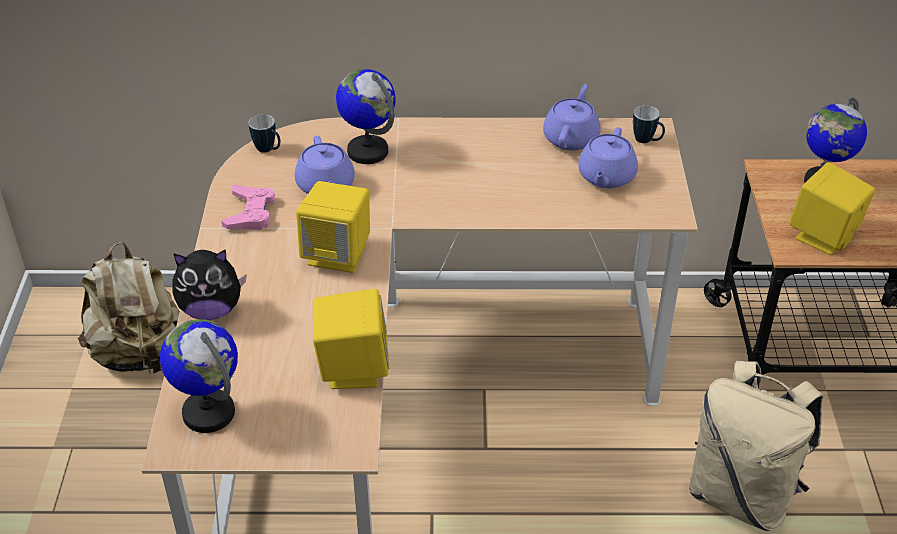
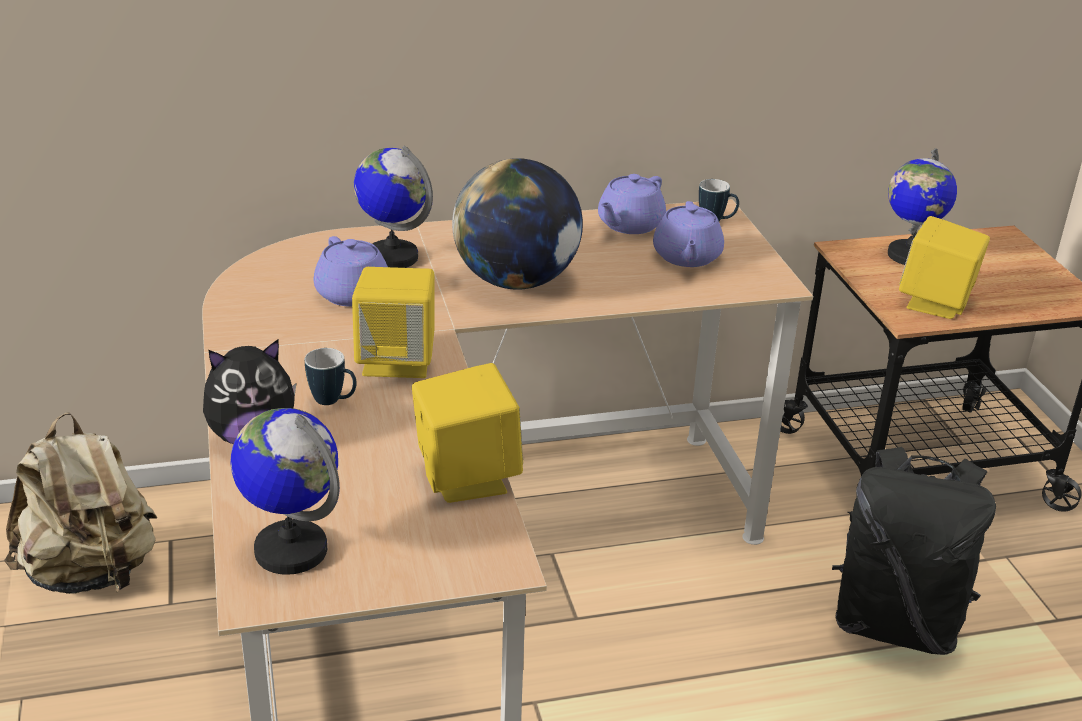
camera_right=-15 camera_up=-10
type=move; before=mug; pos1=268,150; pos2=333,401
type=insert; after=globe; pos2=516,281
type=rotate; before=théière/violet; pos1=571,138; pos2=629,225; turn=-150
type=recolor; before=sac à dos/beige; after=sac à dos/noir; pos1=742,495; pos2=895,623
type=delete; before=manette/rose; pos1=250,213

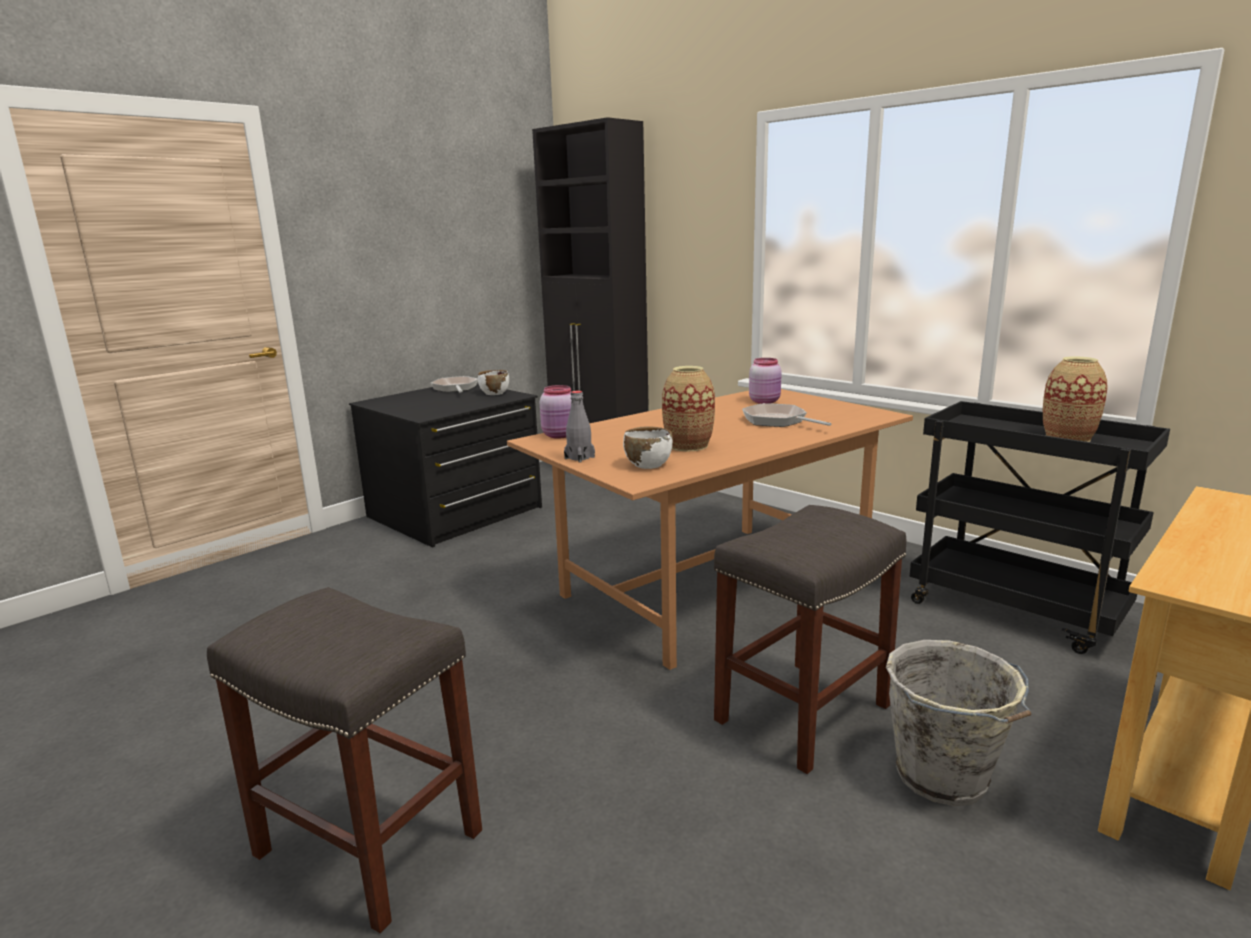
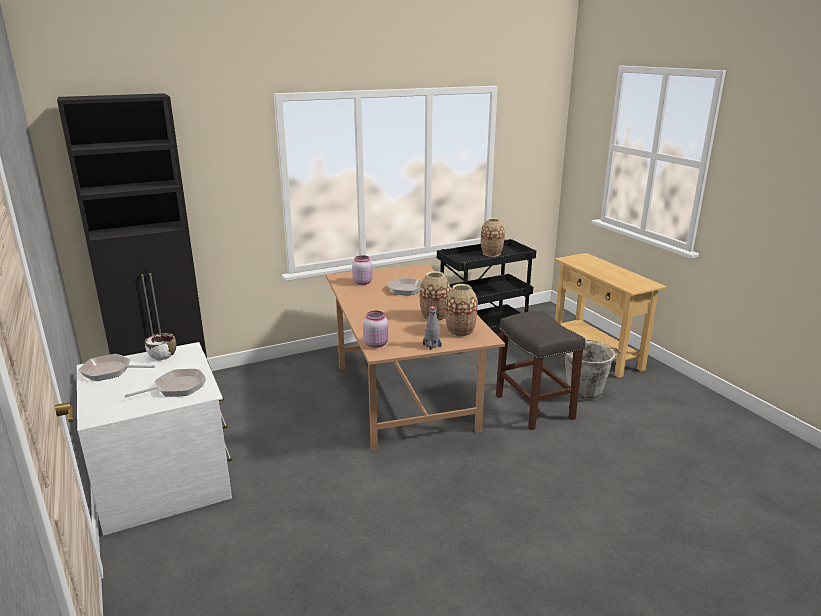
camera_right=-70 camera_up=5
type=recolor; before=commode/noir; after=commode/blanc; pos1=456,513; pos2=165,477
type=insert; after=poêle; pos2=176,387
type=replace; before=bol/blanc; after=vase; pos1=647,464; pos2=460,331
type=delete; before=tabouret/gris; pos1=366,843

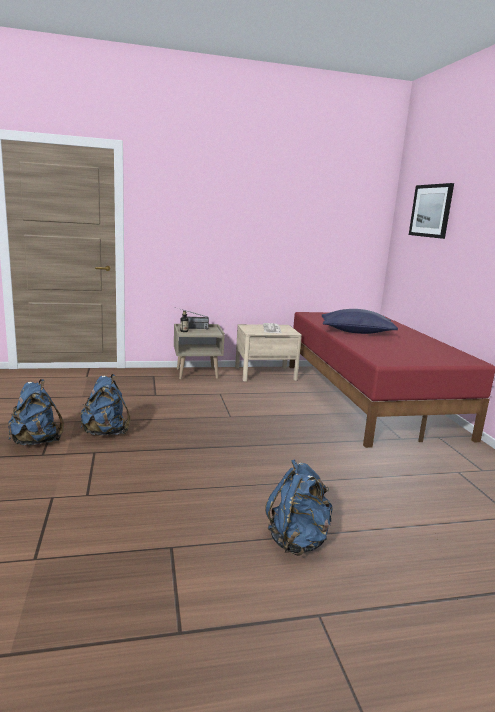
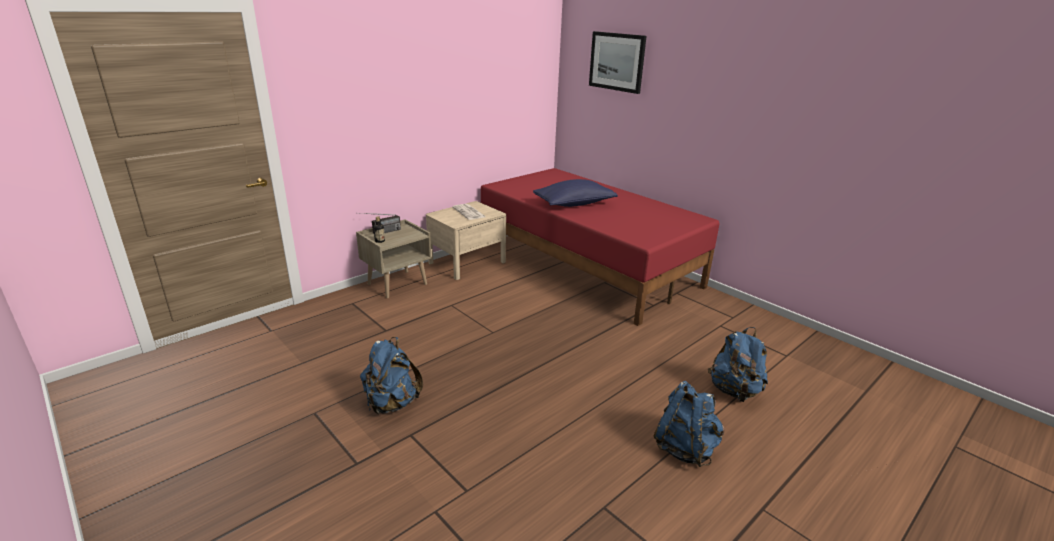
camera_right=-30 camera_up=10
type=move; before=sac à dos/bleu; pos1=36,441; pos2=734,391

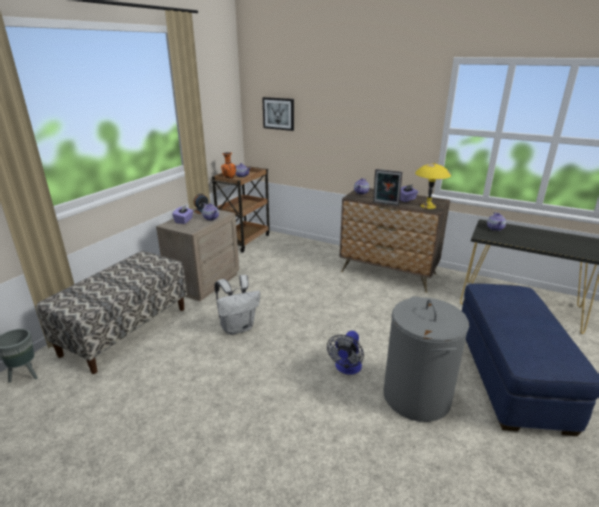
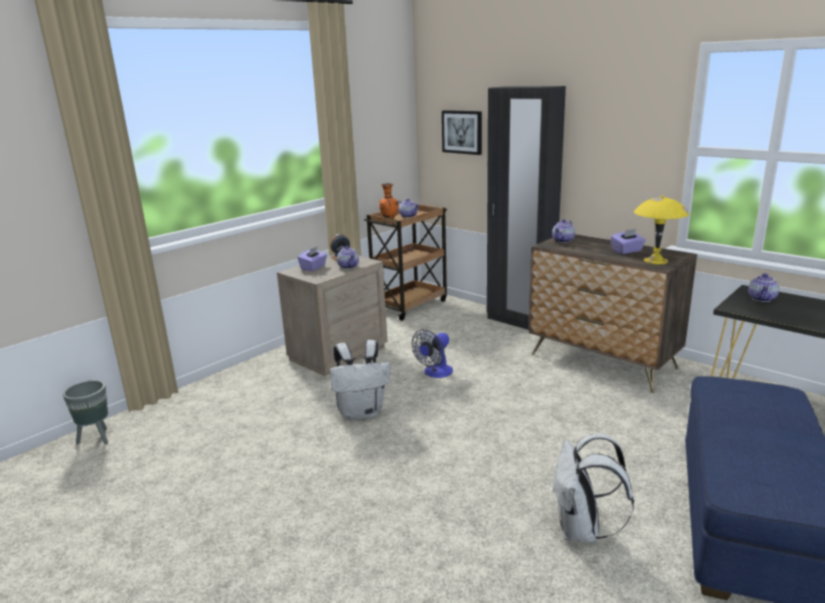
camera_right=15 camera_up=-5
type=move; before=ventilateur; pos1=347,368; pos2=435,373
type=insert; after=armoire/noir; pos2=519,322
type=replace; before=panier à linge/gris; after=sac à dos/blanc; pos1=417,397; pos2=582,530
type=delete; before=banc; pos1=126,330
type=delete; before=cadre photo; pos1=385,204

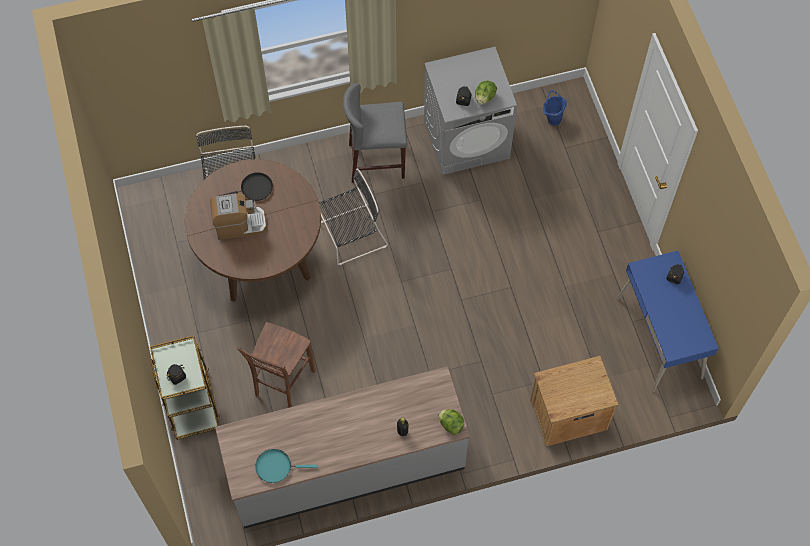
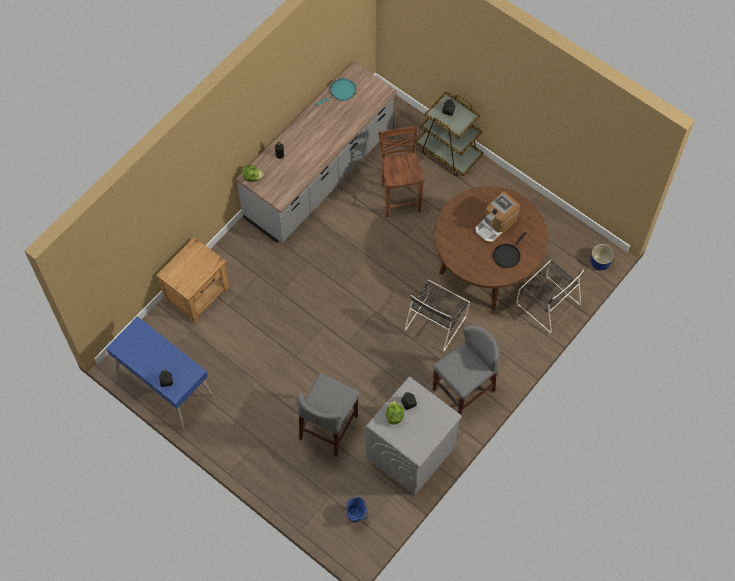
camera_right=145 camera_up=0
type=insert; after=tabouret/gris; pos2=329,427
type=insert; after=cache-pot/bleu; pos2=600,263

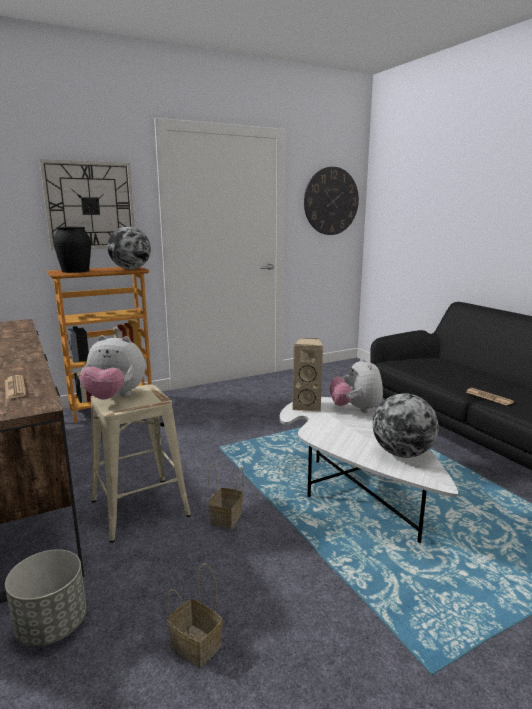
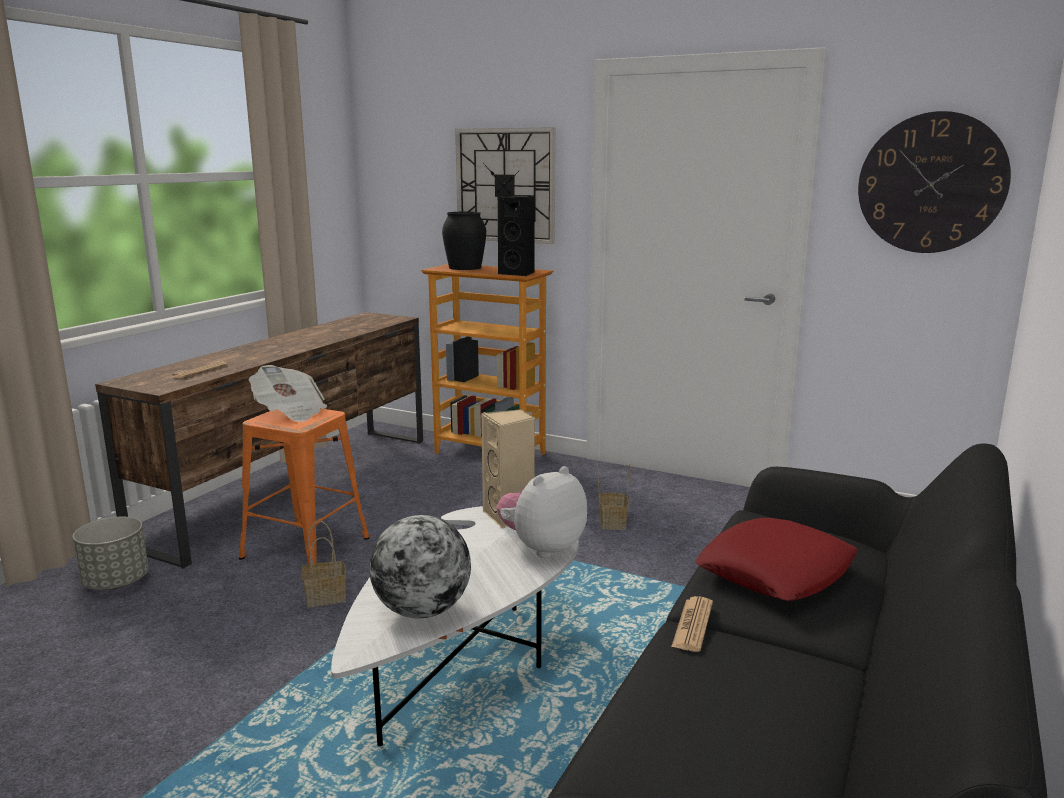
camera_right=55 camera_up=0
type=recolor; before=tabouret/beige; after=tabouret/orange; pos1=139,507; pos2=306,547
type=replace; before=peluche; after=journal; pos1=115,397; pos2=290,412
type=replace; before=globe; after=enceinte/noir; pos1=131,269; pos2=518,273
type=move; before=panier; pos1=194,645; pos2=612,522
type=insert; after=coussin/rouge; pos2=775,571

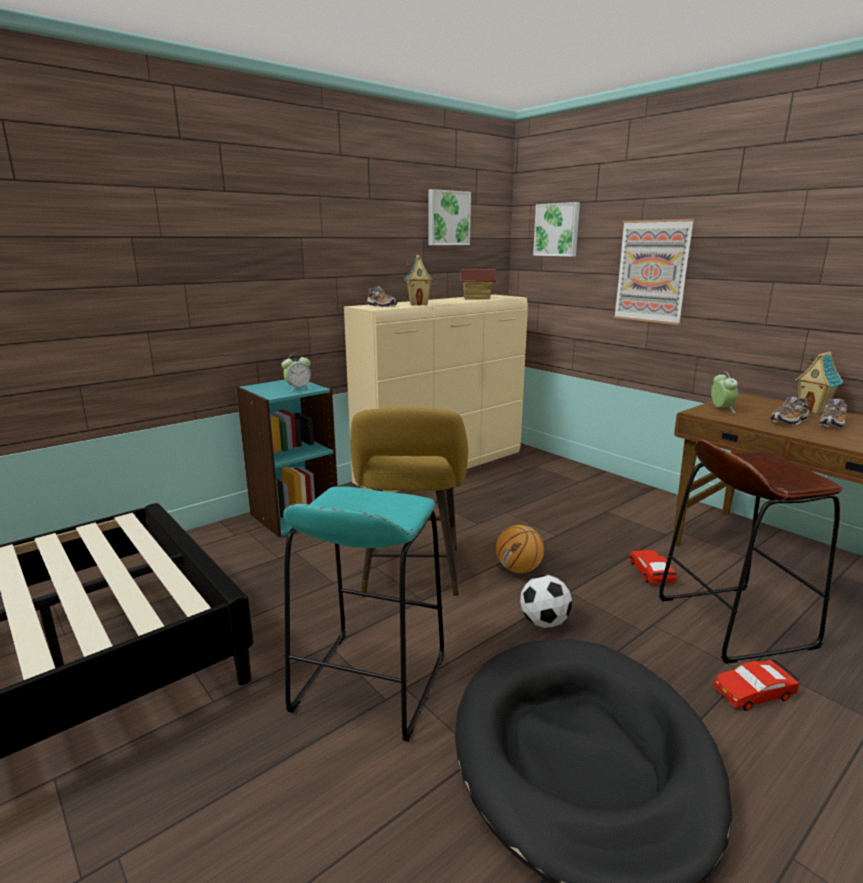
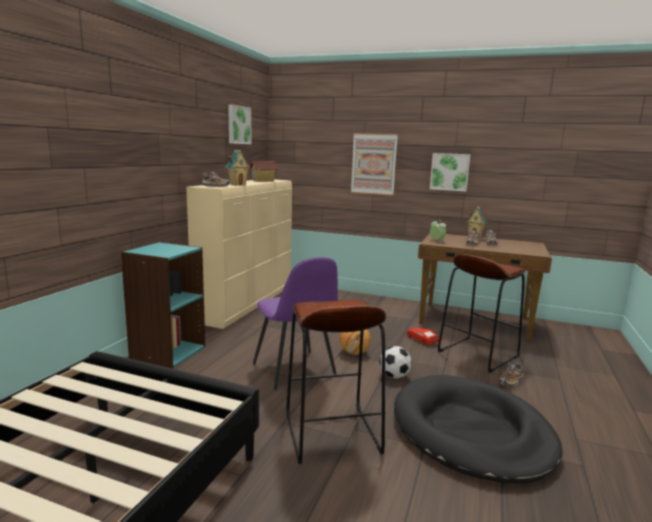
camera_right=-30 camera_up=-5
type=replace; before=tabouret/jaune; after=chaise/violet; pos1=411,576; pos2=294,370
type=recolor; before=tabouret/turquoise; after=tabouret/marron; pos1=369,683; pos2=331,433
type=move; before=tableau; pos1=557,230; pos2=449,172
type=replace; before=petite voiture/rouge; after=chaussure; pos1=753,692; pos2=511,381
type=delete; before=réveil; pos1=298,389

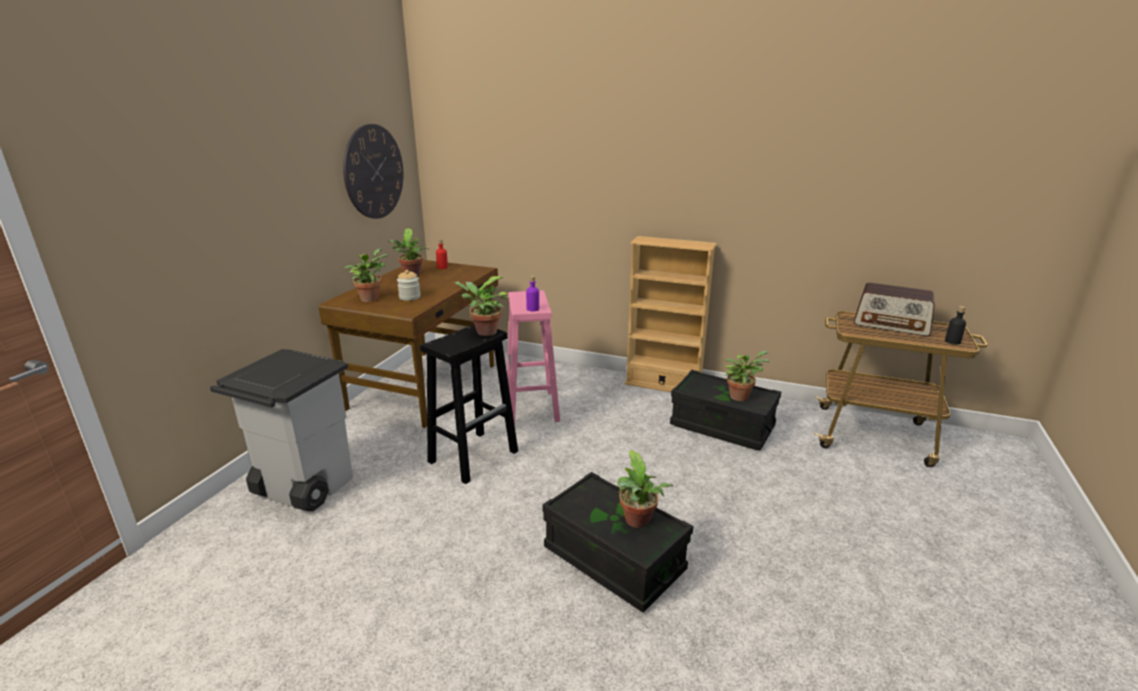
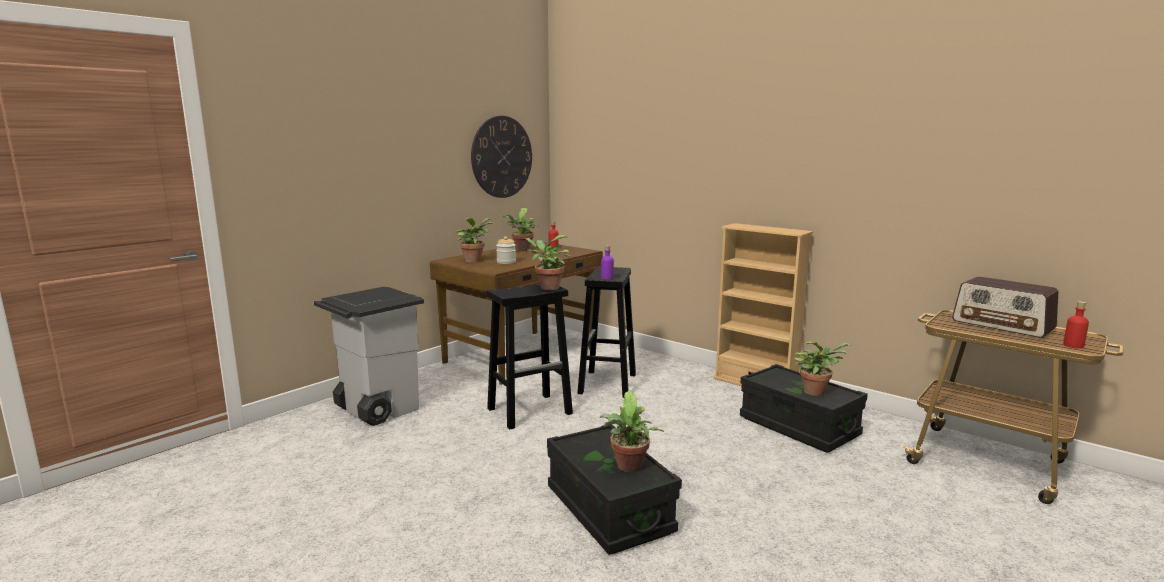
camera_right=20 camera_up=-10
type=recolor; before=tabouret/rose; after=tabouret/noir; pos1=532,408; pos2=607,384
type=recolor; before=bouteille/noir; after=bouteille/rouge; pos1=952,341; pos2=1073,345

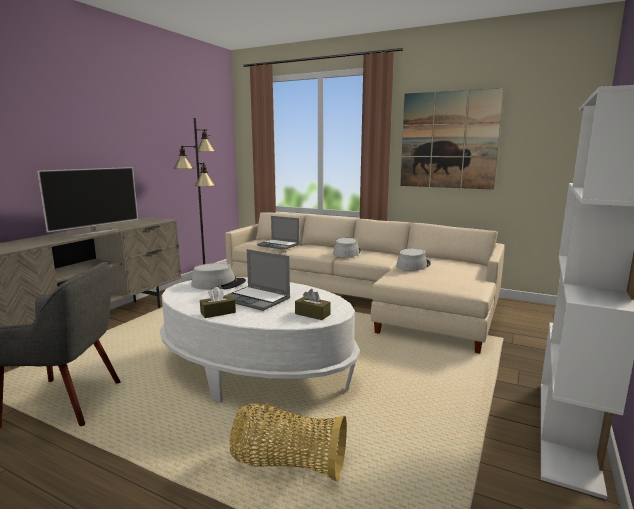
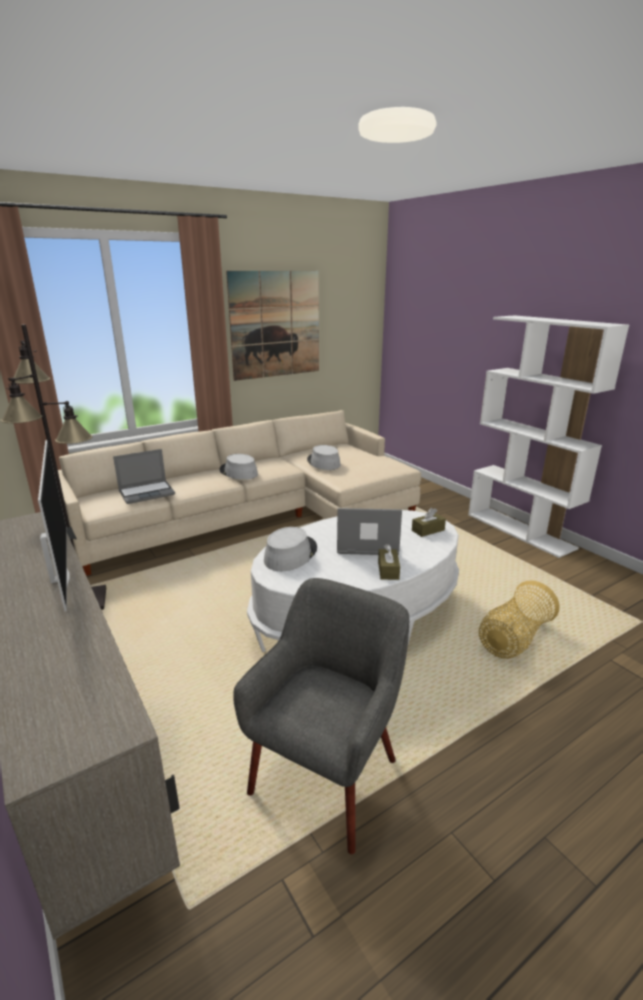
camera_right=-60 camera_up=10
type=rotate; before=ordinateur portable; pos1=257,299; pos2=366,544; turn=-150

